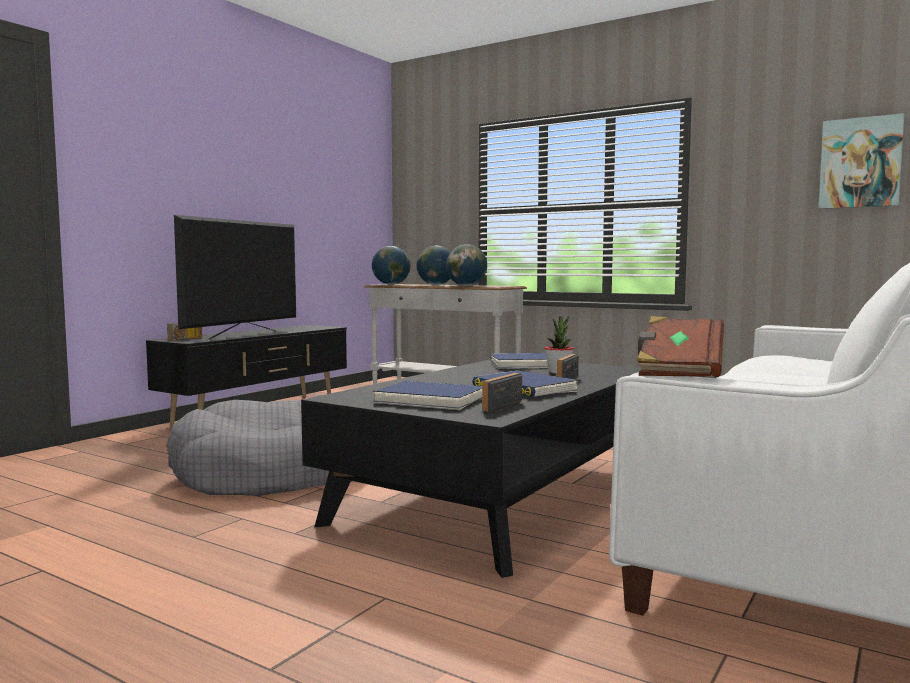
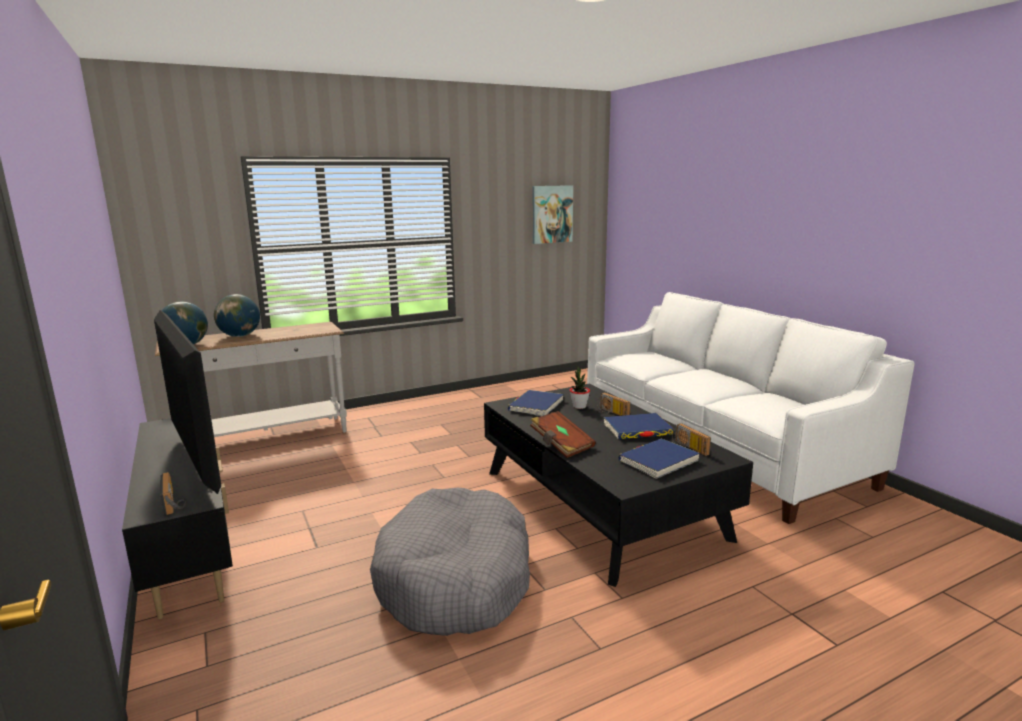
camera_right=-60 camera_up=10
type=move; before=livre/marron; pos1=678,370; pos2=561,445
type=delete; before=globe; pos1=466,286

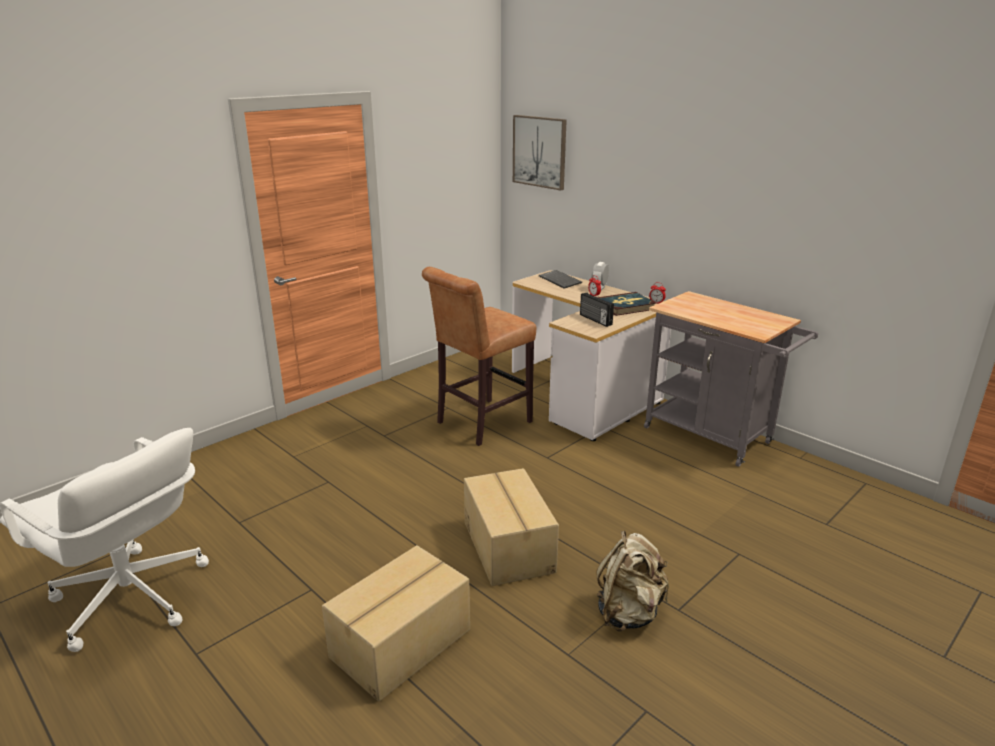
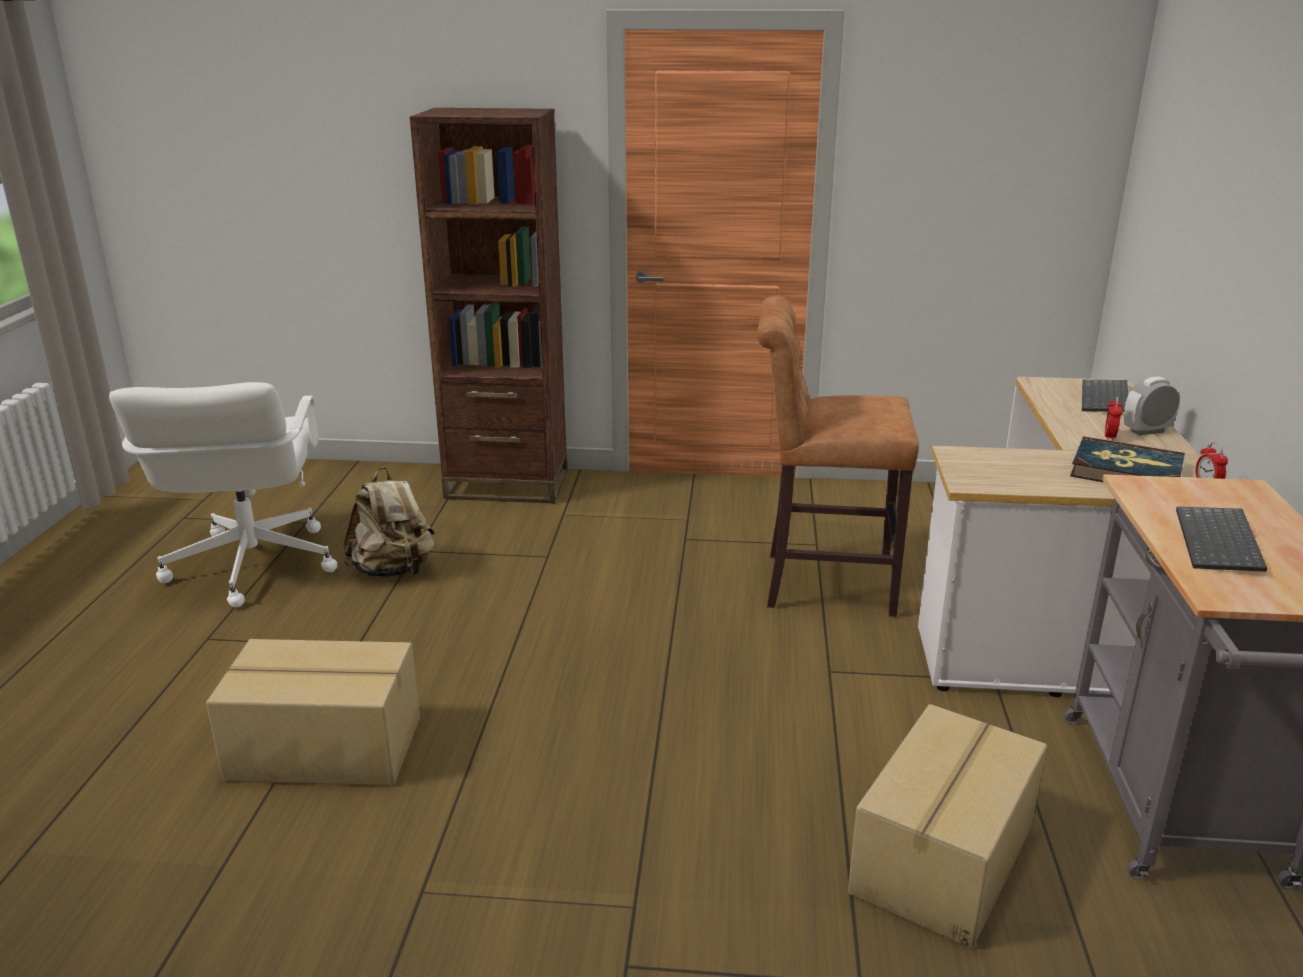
camera_right=50 camera_up=0
type=move; before=sac à dos/beige; pos1=628,613; pos2=393,571
type=insert; after=bibliothèque/marron; pos2=507,485
type=move; before=carton; pos1=509,546; pos2=945,859
type=insert; after=clavier; pos2=1220,543
type=delete; before=tableau; pos1=539,151
type=delete; before=radio; pos1=595,320

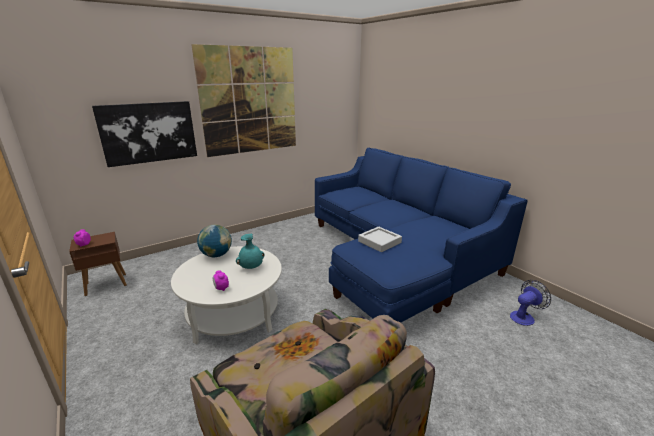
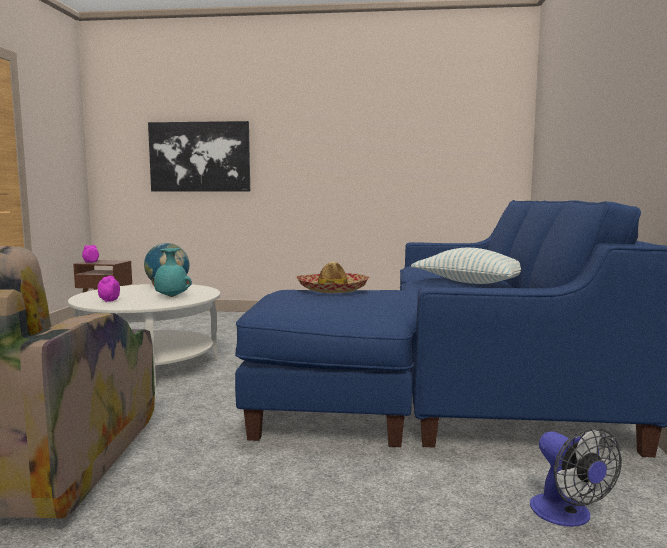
camera_right=40 camera_up=-15
type=replace; before=plateau/gris; after=chapeau; pos1=379,242; pos2=333,290
type=insert; after=coussin; pos2=471,282
type=rotate; before=ventilateur; pos1=524,316; pos2=567,516; turn=60
type=delete; before=tableau; pos1=250,101

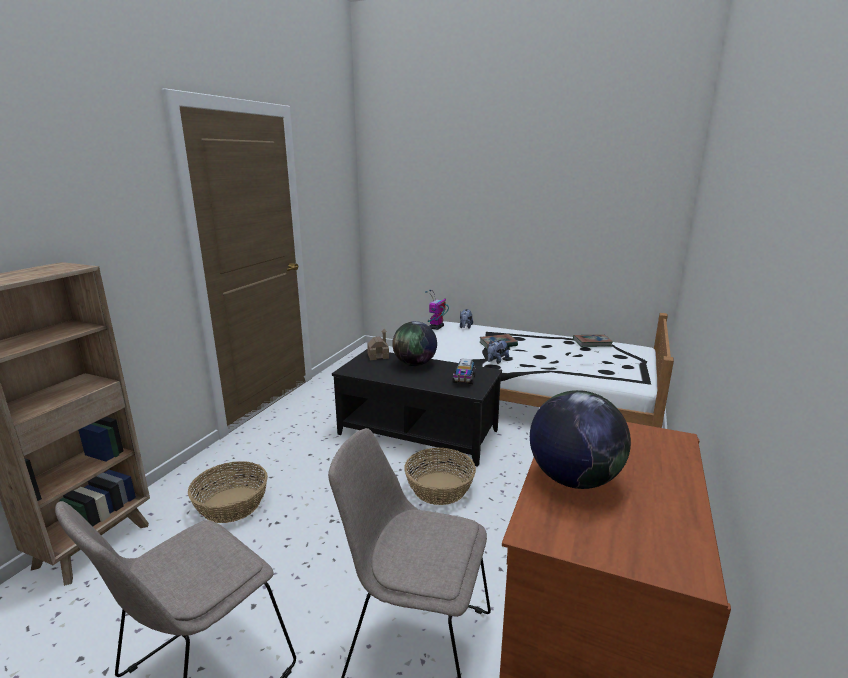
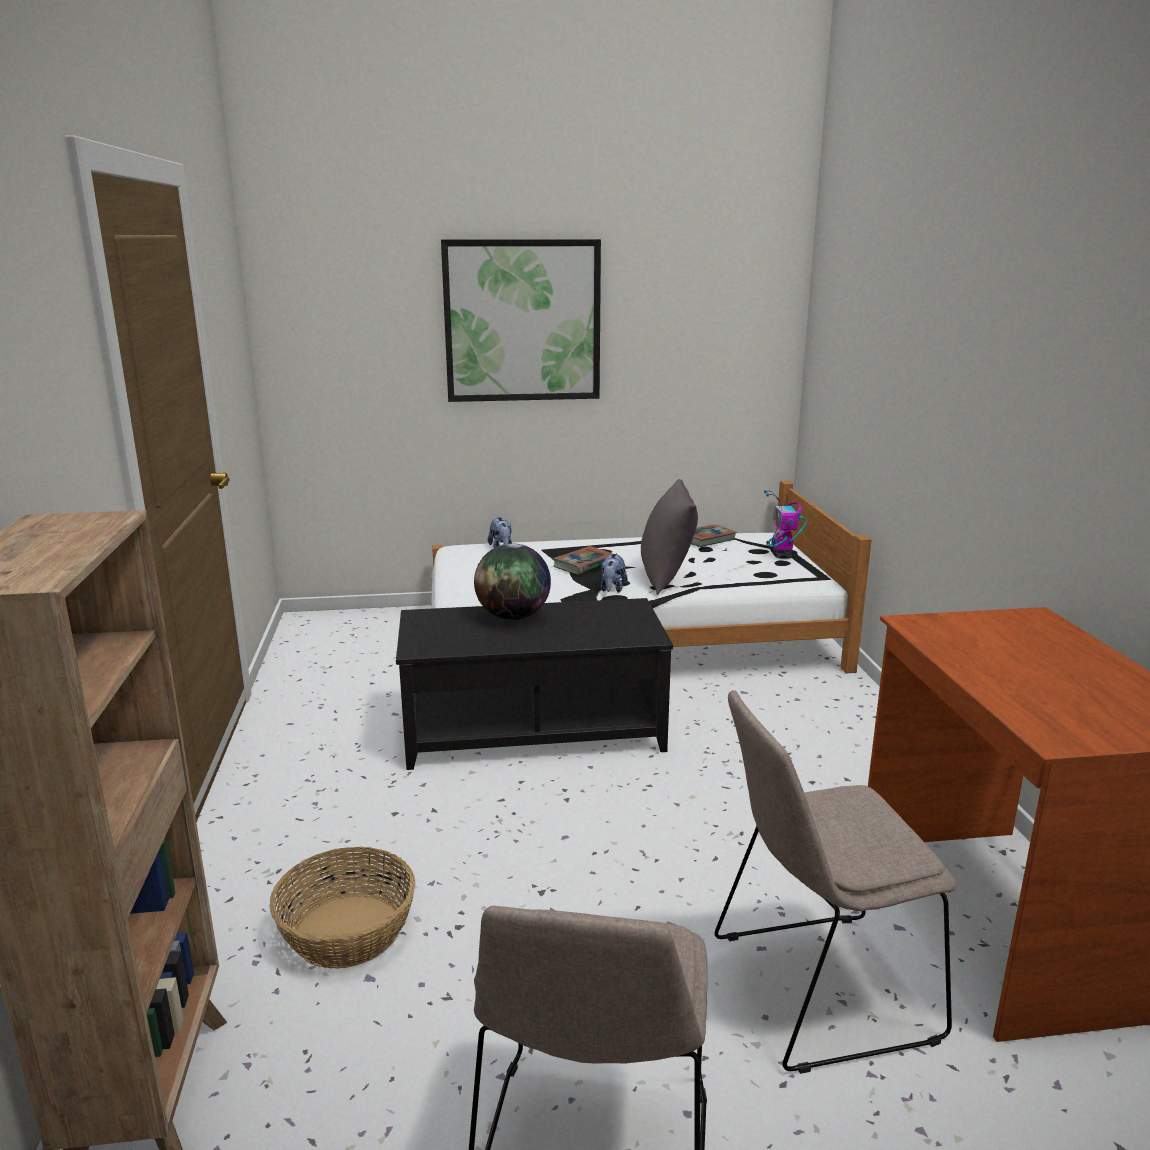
camera_right=-30 camera_up=0
type=insert; after=tableau; pos2=522,321
type=insert; after=coussin/gris; pos2=666,578
type=move; before=robot jouet; pos1=436,328; pos2=781,555
type=delete; before=maison miniature; pos1=378,356
type=delete; before=panier; pos1=439,488
type=delete; before=camion jouet; pos1=464,379
type=delete; before=globe; pos1=573,479

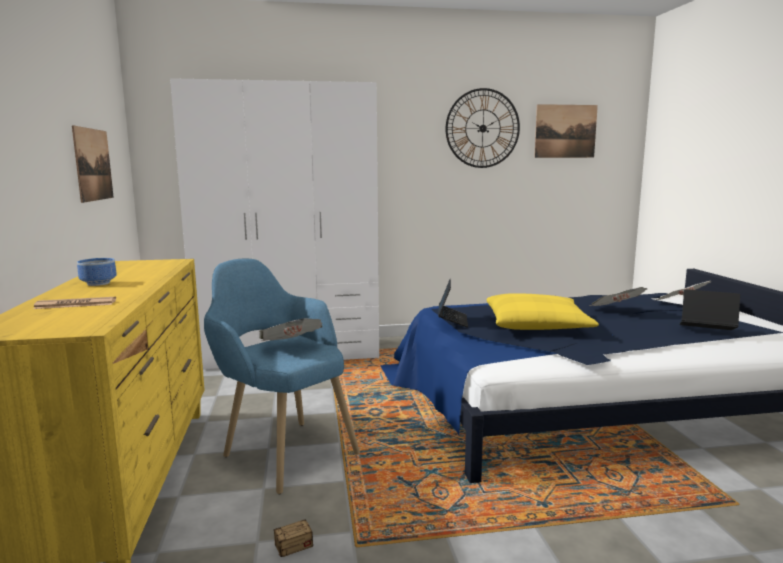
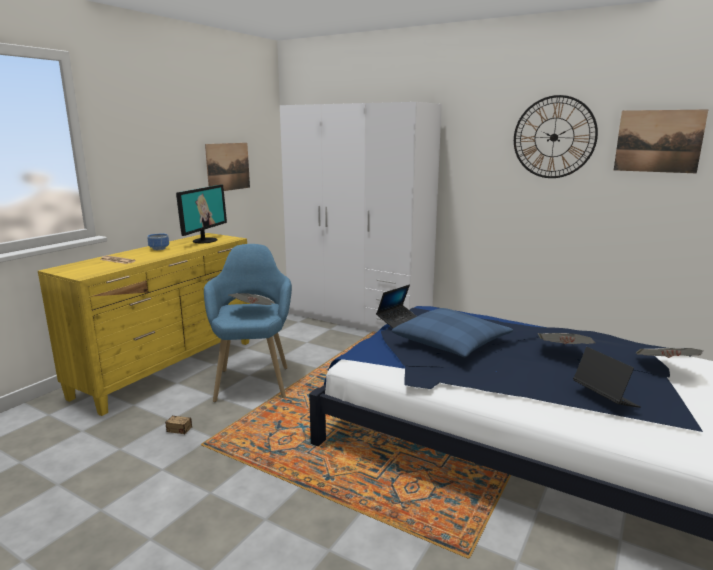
camera_right=40 camera_up=5
type=insert; after=écran d'ordinateur; pos2=204,240
type=recolor; before=coussin/jaune; after=coussin/bleu; pos1=536,325; pos2=451,343

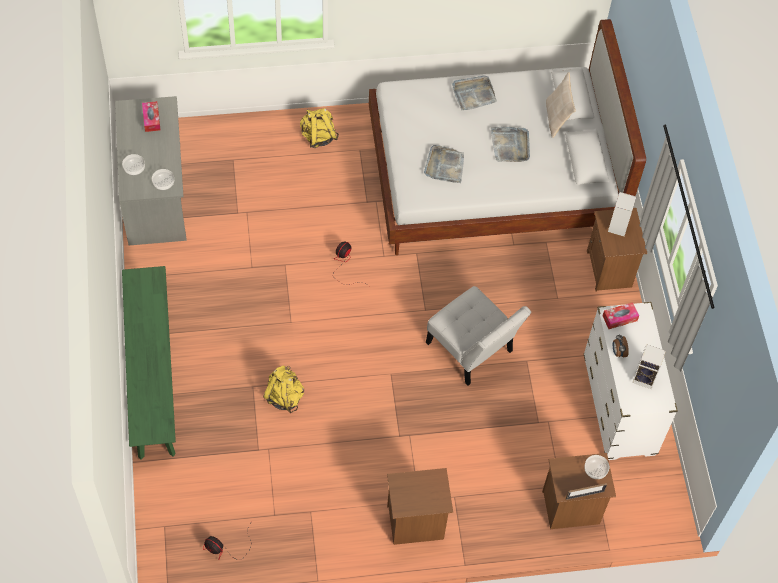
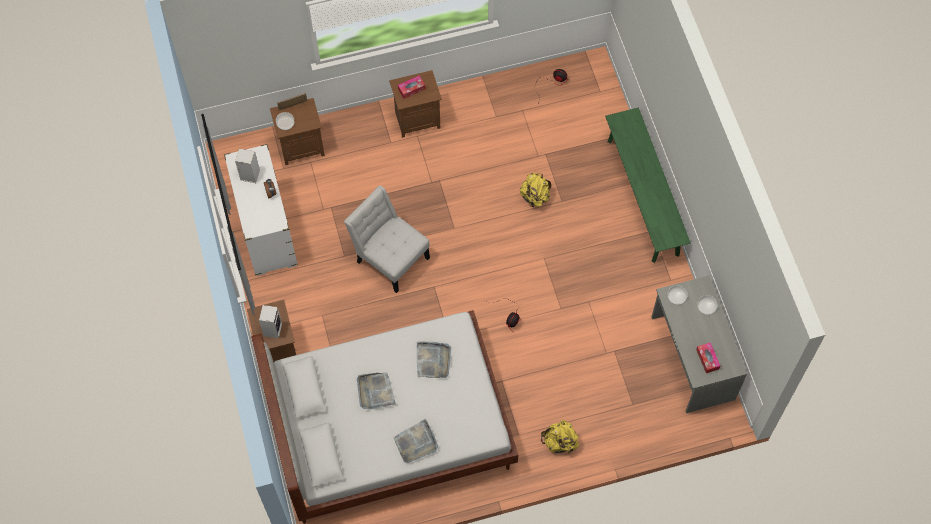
camera_right=175 camera_up=5
type=move; before=boîte à mouchoirs; pos1=619,318; pos2=411,89
type=delete; before=coussin/beige; pos1=557,118

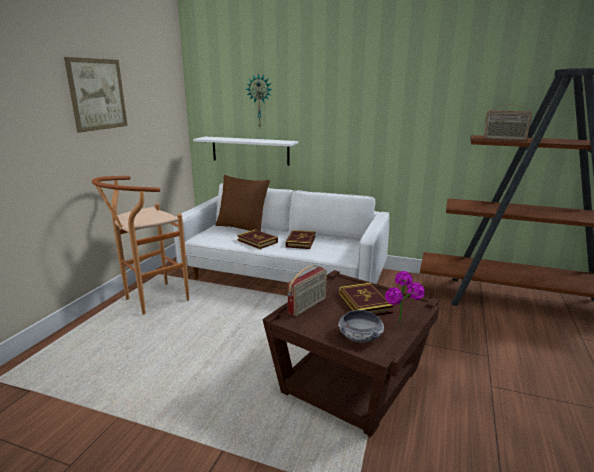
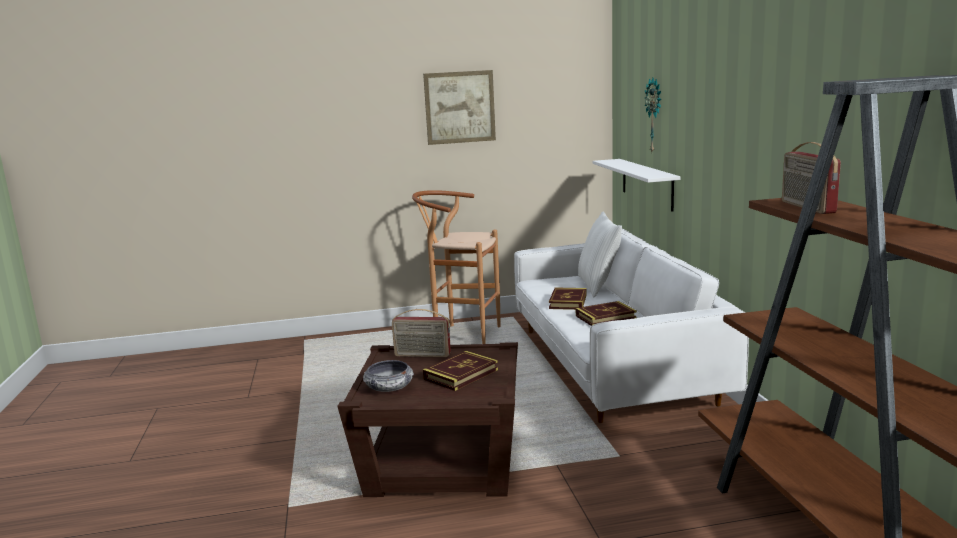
camera_right=60 camera_up=-5
type=recolor; before=coussin/marron; after=coussin/blanc; pos1=243,227; pos2=598,285
type=delete; before=plante en pot; pos1=401,325

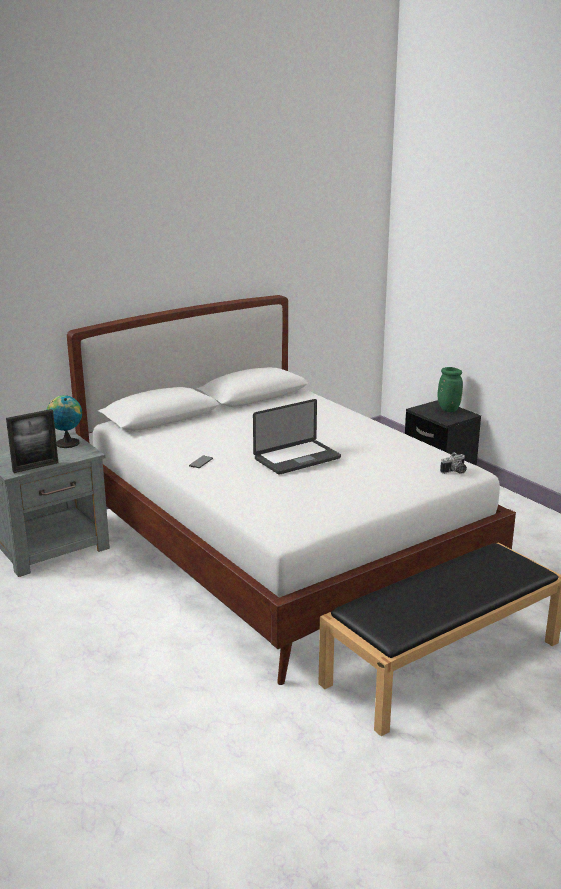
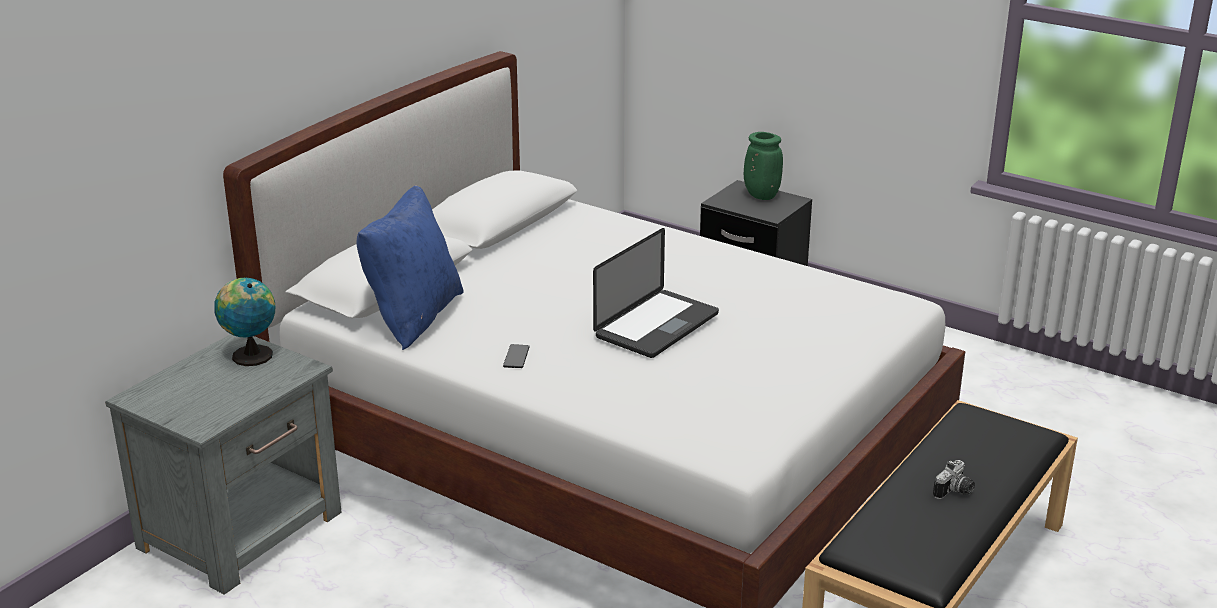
camera_right=-20 camera_up=5
type=insert; after=coussin/bleu; pos2=413,317
type=move; before=appareil photo; pos1=455,472; pos2=955,492
type=delete; before=cadre photo; pos1=35,467

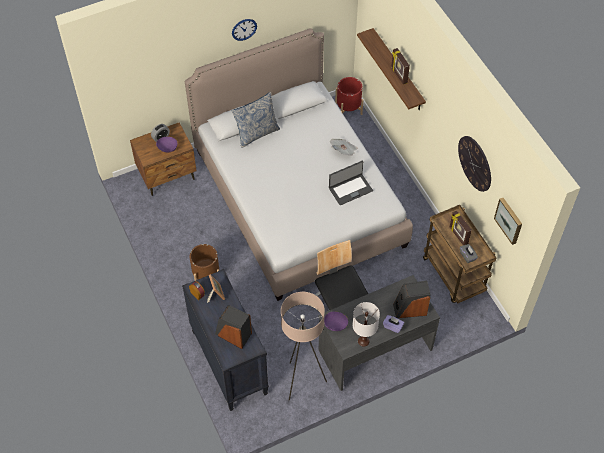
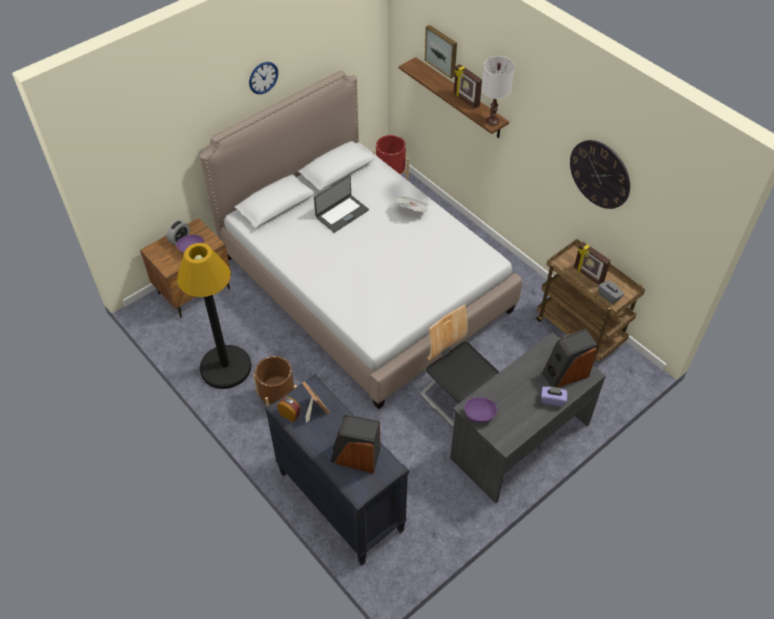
camera_right=-15 camera_up=-5
type=insert; after=lampadaire/noir; pos2=225,367
type=move; before=ordinateur portable; pos1=350,189; pos2=341,213
type=move; before=tableau; pos1=509,220; pos2=442,50
type=move; before=lampe de table/blanc; pos1=363,341; pos2=492,121
type=delete; before=coussin; pos1=256,133
type=delete; before=lampadaire/beige; pos1=302,381

